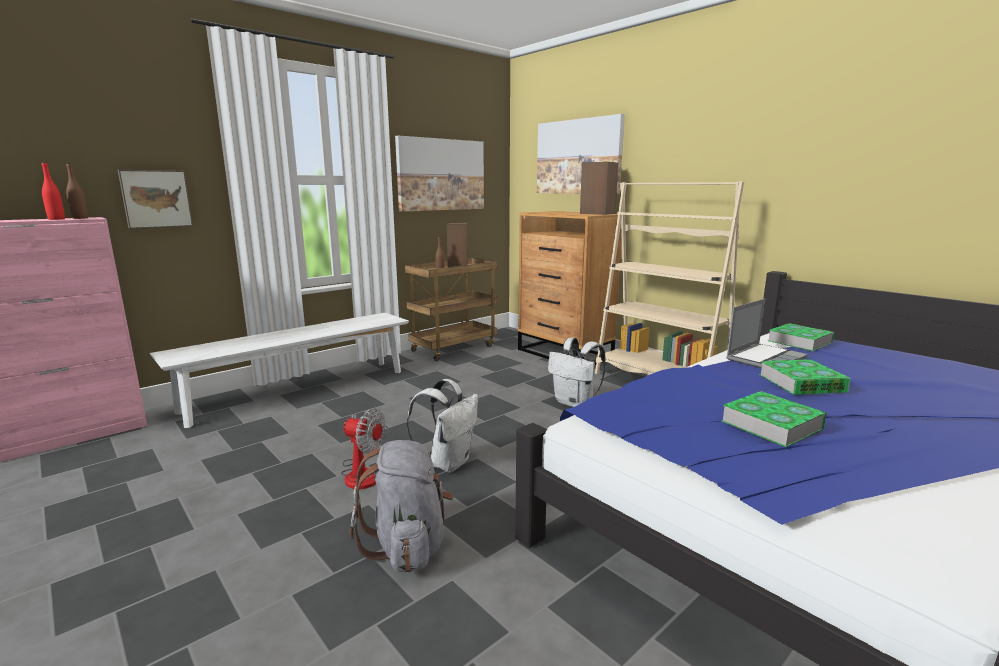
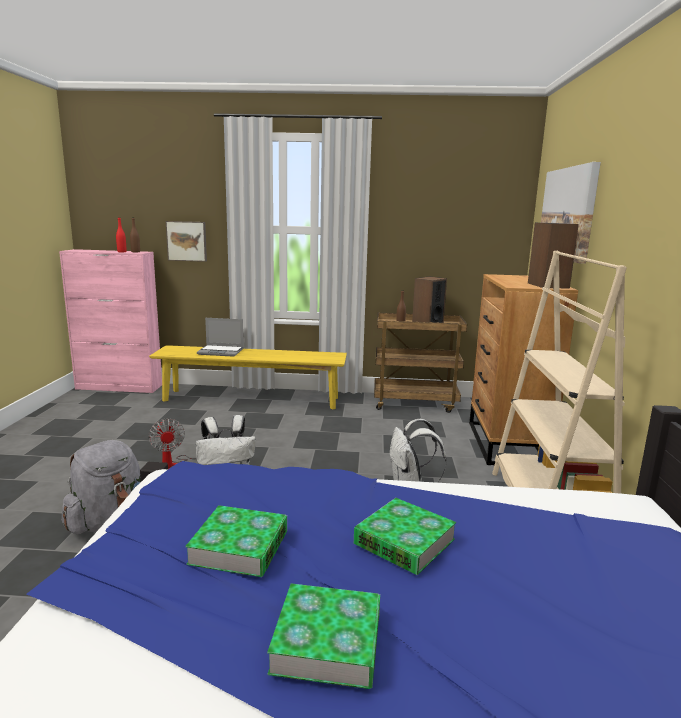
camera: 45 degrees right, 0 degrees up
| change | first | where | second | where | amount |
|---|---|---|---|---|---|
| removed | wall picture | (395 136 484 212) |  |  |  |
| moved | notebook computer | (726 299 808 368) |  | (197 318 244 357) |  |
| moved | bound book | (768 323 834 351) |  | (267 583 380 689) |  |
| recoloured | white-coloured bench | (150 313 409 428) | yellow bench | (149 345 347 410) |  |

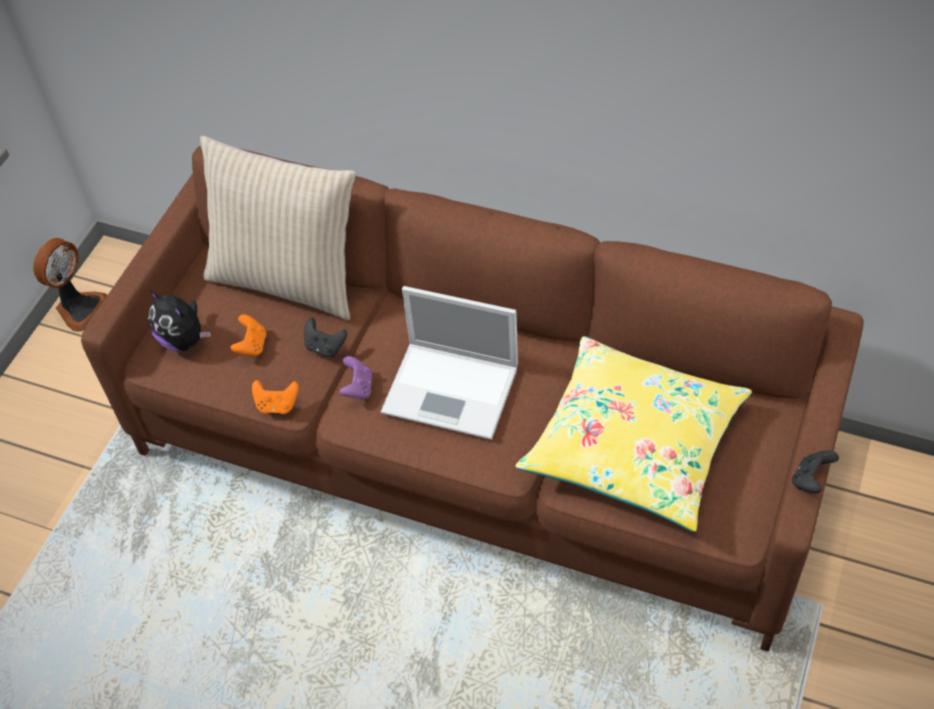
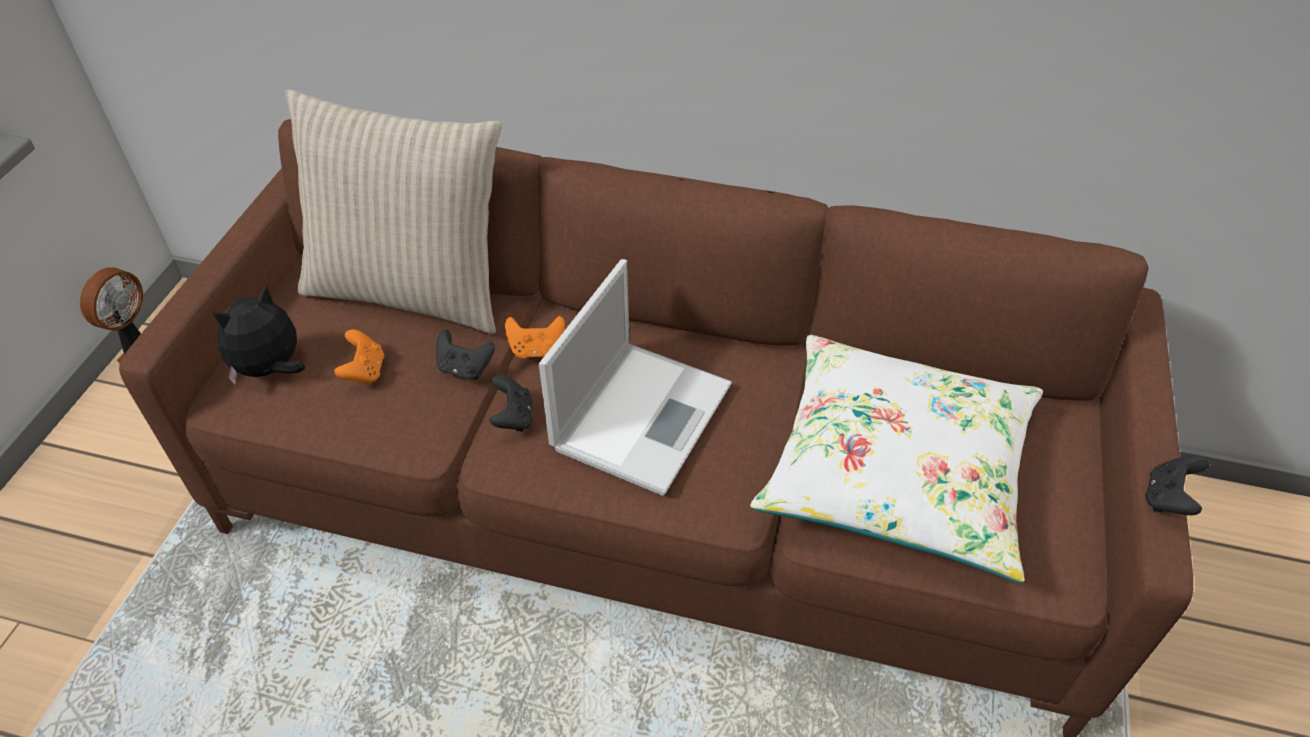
camera: 10 degrees left, 5 degrees down
| change | first | where | second | where | amount |
|---|---|---|---|---|---|
| moved | orange game controller | (252 380 299 414) |  | (505 316 565 358) |  |
| recoloured | purple game controller | (339 356 373 399) | blackish game controller | (489 375 532 432) |  |
| recoloured | yellow throw pillow | (515 336 752 532) | white-coloured throw pillow | (750 335 1043 583) |  |
| turned | soft toy | (148 290 211 352) |  | (212 284 305 385) | 105 degrees clockwise |
| turned | notebook computer | (381 286 518 440) |  | (539 259 732 496) | 75 degrees counterclockwise |

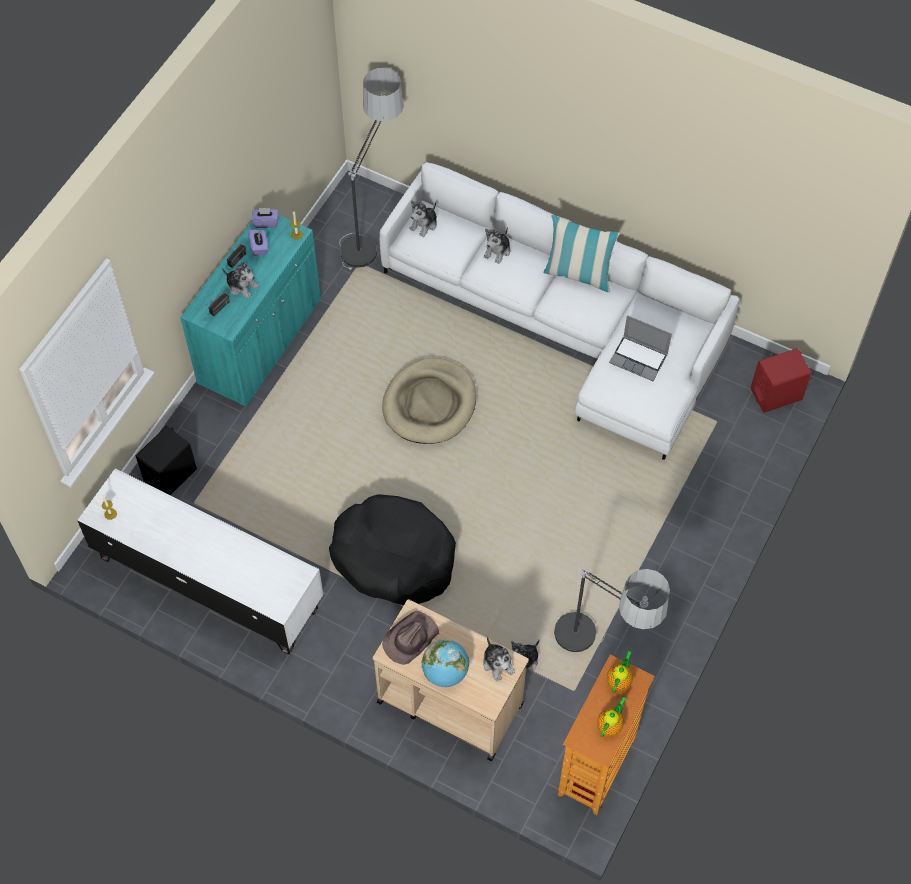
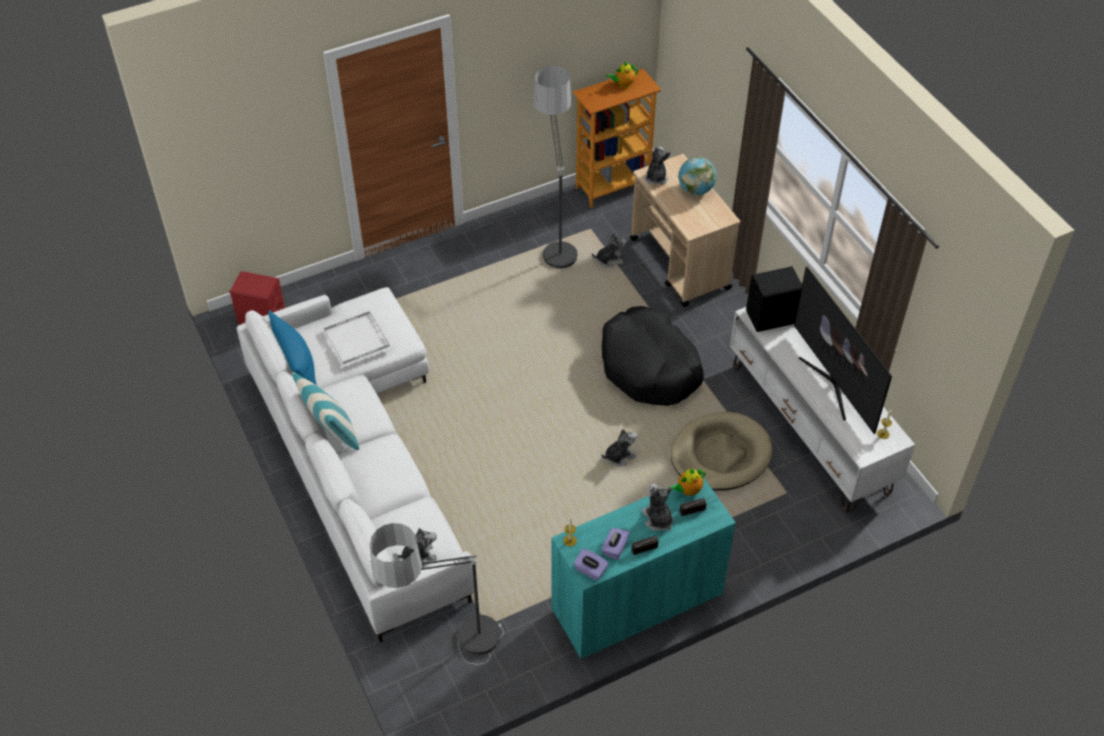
camera: 145 degrees left, 10 degrees down
| change | first | where | second | where | amount |
|---|---|---|---|---|---|
| removed | brownish hat | (382 611 439 665) |  |  |  |
| added |  |  | blue throw pillow | (268 310 317 385) |  |
| added |  |  | television | (794 267 892 434) |  |
| moved | blackish audio speaker | (135 426 197 495) |  | (746 266 802 332) |  |
| moved | beige-coloured dog cushion | (382 358 476 444) |  | (671 412 772 491) |  |
| moved | soft toy | (484 227 510 264) |  | (601 429 638 466) |  |
| moved | teapot | (607 651 633 693) |  | (669 469 706 496) |  |
| replaced | notebook computer | (609 315 672 381) | white-coloured tray | (320 310 394 368) |  |

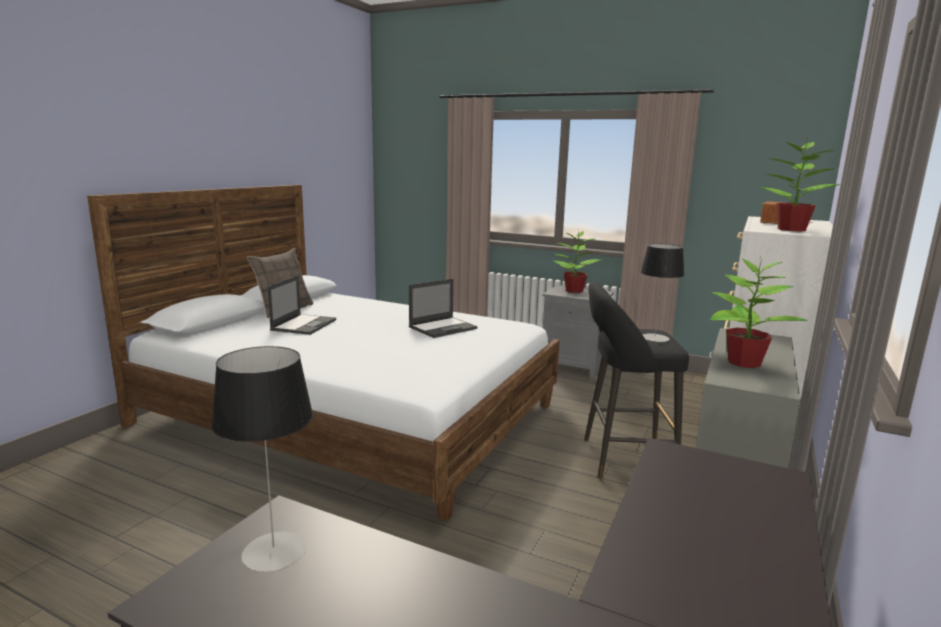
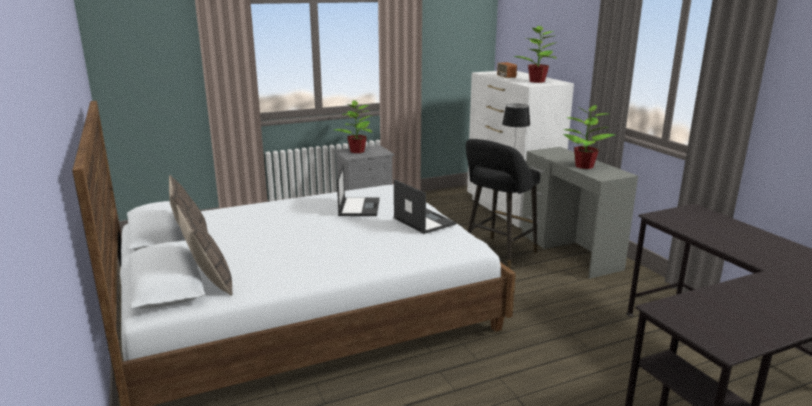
camera: 50 degrees left, 5 degrees up
| change | first | where | second | where | amount |
|---|---|---|---|---|---|
| removed | tabletop lamp | (211 346 313 572) |  |  |  |
| added |  |  | throw pillow | (177 205 233 296) |  |
| moved | notebook computer | (267 276 336 335) |  | (394 179 456 234) |  |

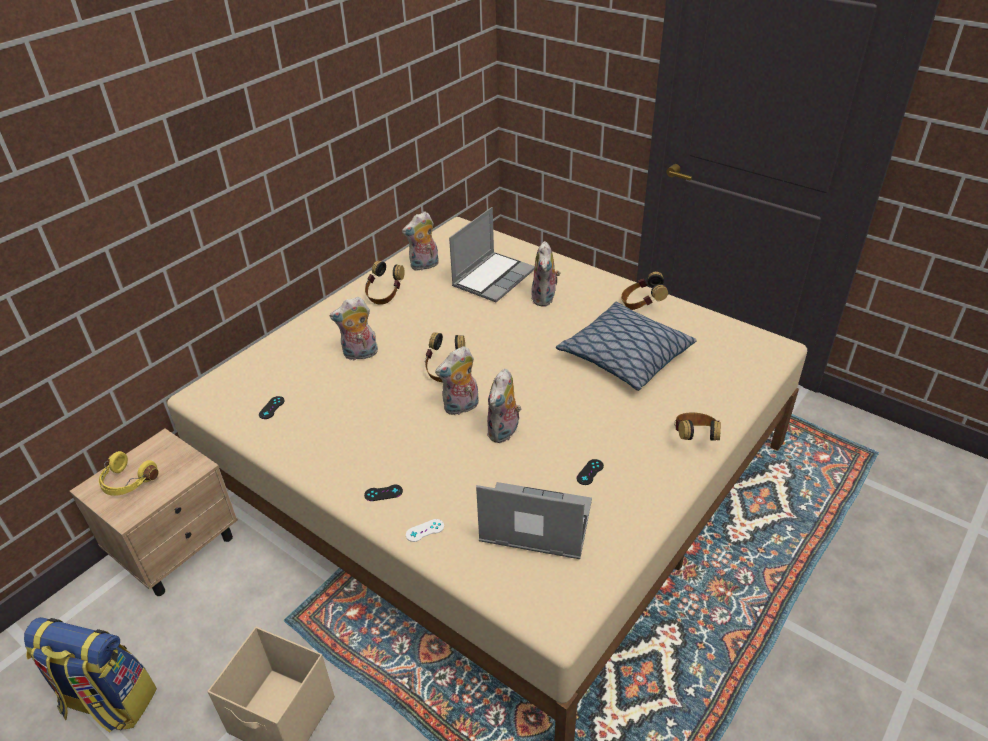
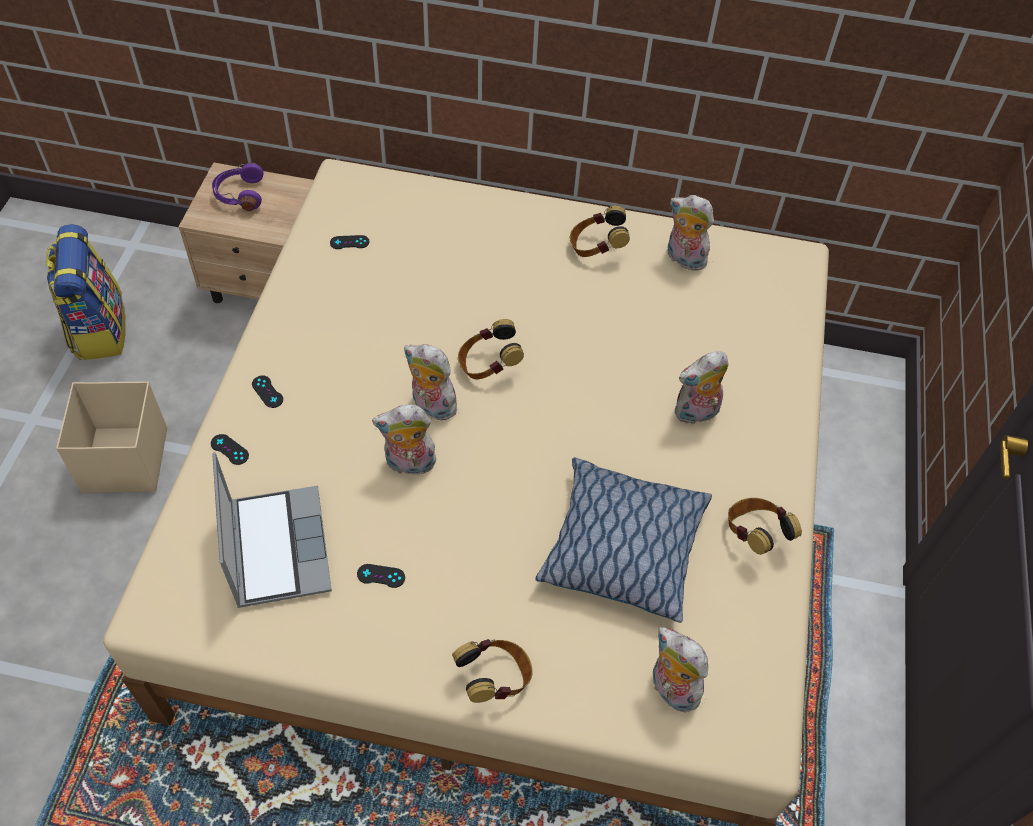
camera: 60 degrees right, 15 degrees up
| change | first | where | second | where | amount |
|---|---|---|---|---|---|
| removed | notebook computer | (449 207 535 302) |  |  |  |
| moved | soft toy | (330 297 378 360) |  | (653 627 708 713) |  |
| recoloured | yellow headphones | (99 451 159 496) | purple headphones | (212 163 264 211) |  |
| recoloured | white-coloured game controller | (406 519 444 542) | blackish game controller | (211 434 249 465) |  |

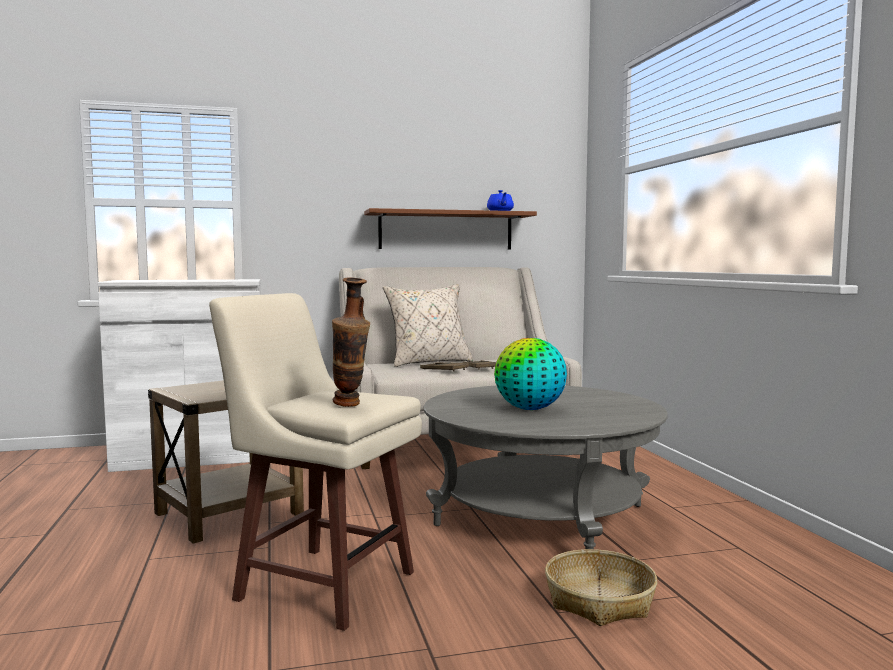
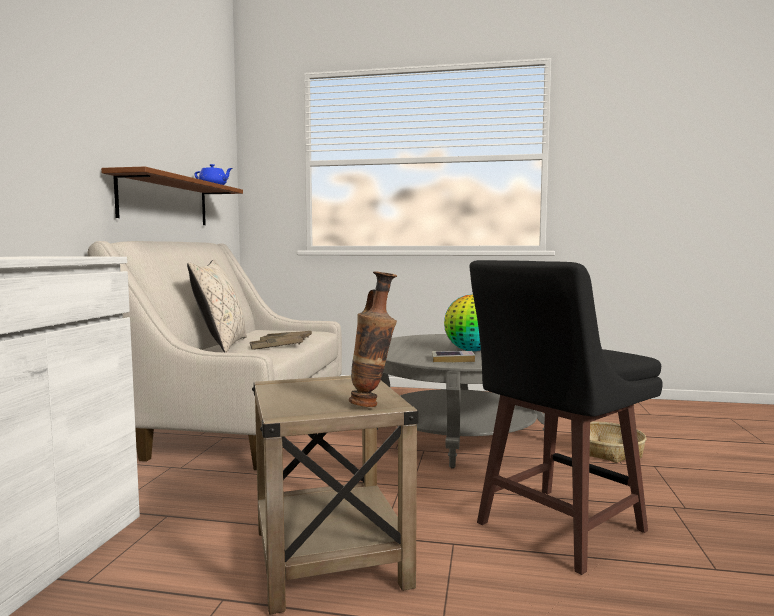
camera: 65 degrees left, 0 degrees up
| change | first | where | second | where | amount |
|---|---|---|---|---|---|
| added |  |  | bound book | (432 351 475 363) |  |
| moved | decorative vase | (332 278 370 407) |  | (349 271 397 407) |  |
| recoloured | beige-coloured stool | (209 293 422 631) | blackish stool | (469 260 663 575) |  |

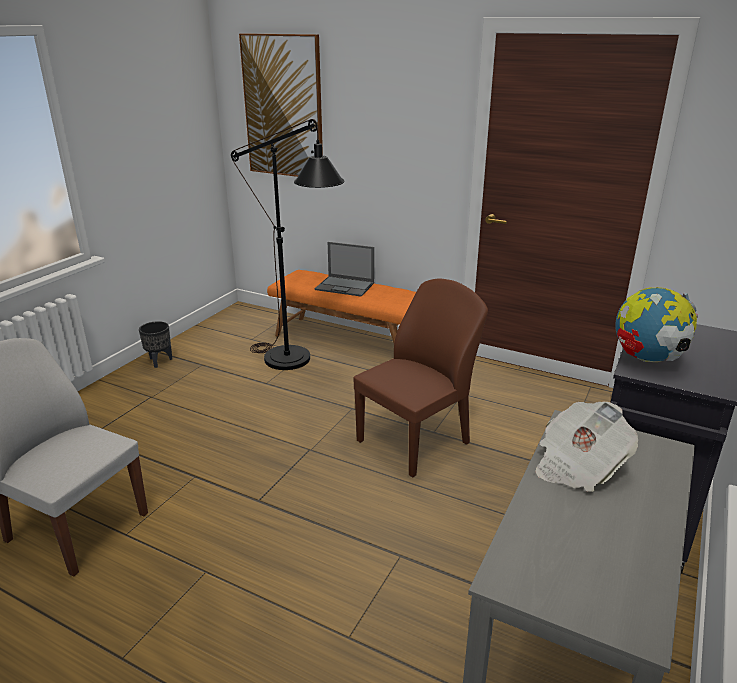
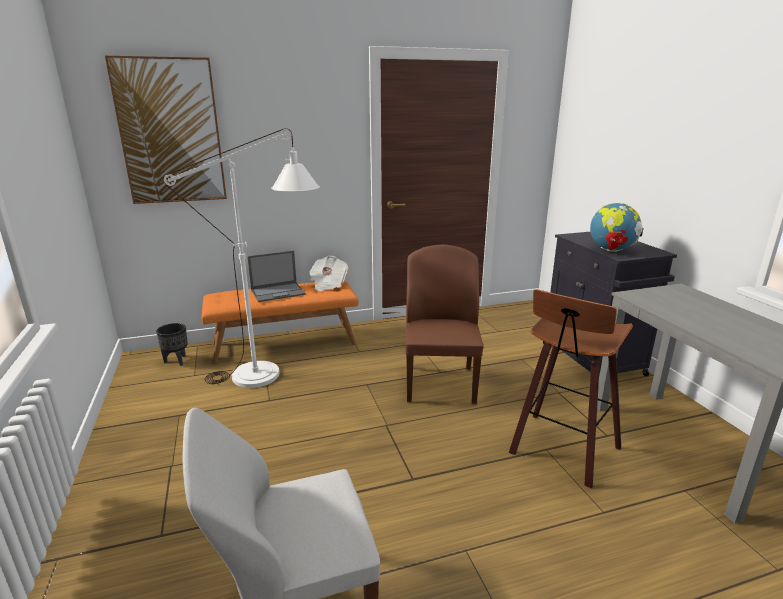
camera: 45 degrees left, 5 degrees down
| change | first | where | second | where | amount |
|---|---|---|---|---|---|
| added |  |  | stool | (509 289 633 489) |  |
| moved | blackish plant pot | (139 321 172 368) |  | (156 323 188 366) |  |
| moved | daily paper | (535 401 638 492) |  | (309 256 349 291) |  |
| recoloured | blackish floor lamp | (231 119 344 370) | white-coloured floor lamp | (164 128 320 388) |  |

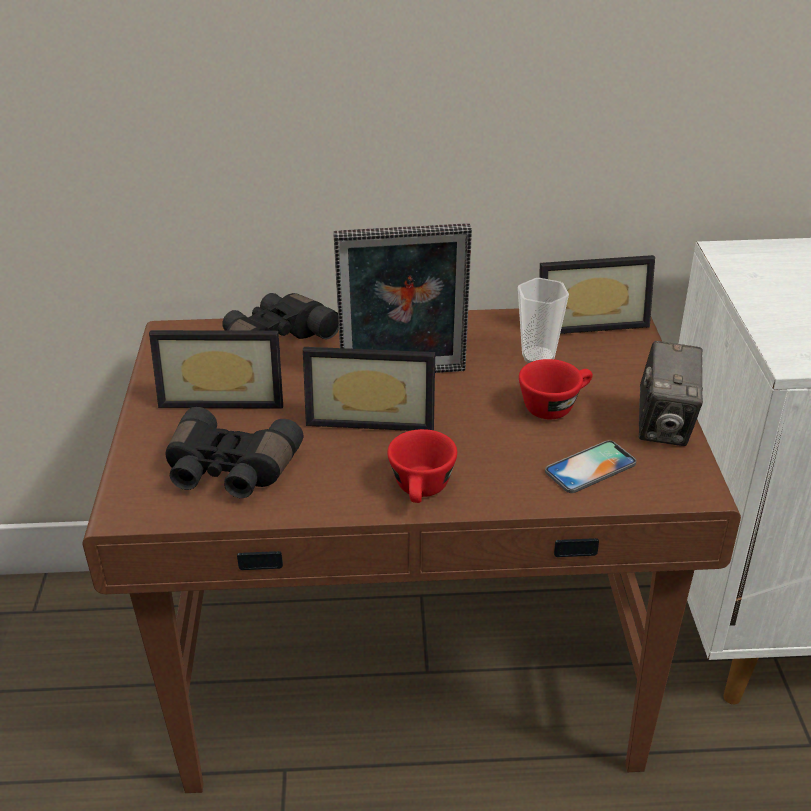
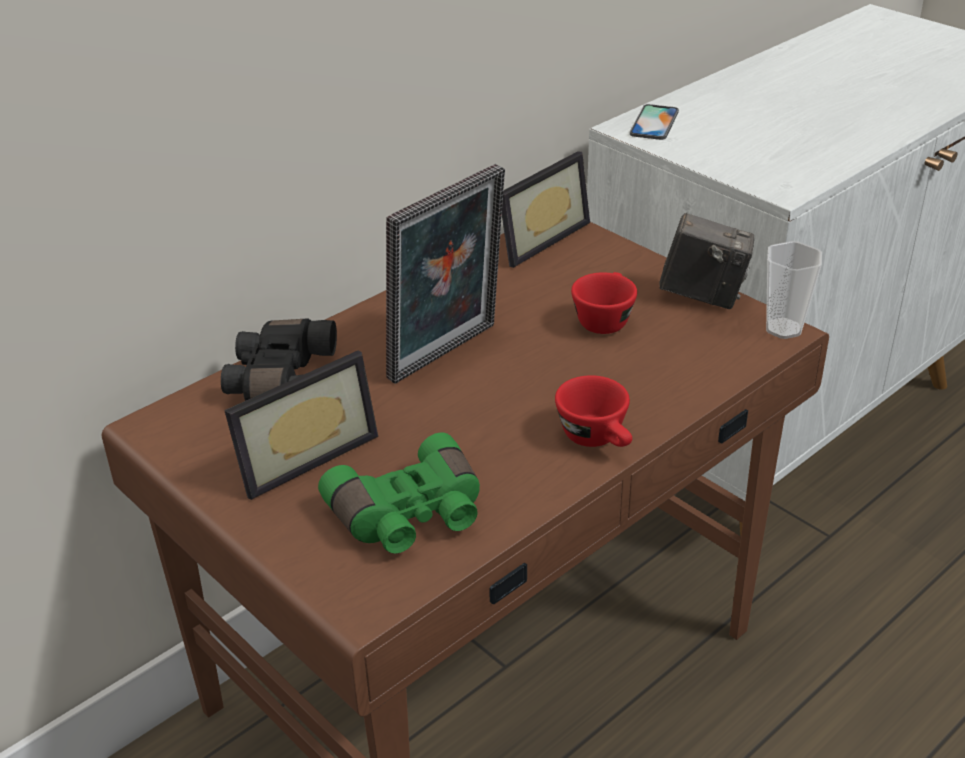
camera: 40 degrees left, 0 degrees up
| change | first | where | second | where | amount |
|---|---|---|---|---|---|
| removed | photo frame | (303 347 435 431) |  |  |  |
| moved | small cup | (518 278 569 363) |  | (766 241 822 339) |  |
| moved | phone | (545 440 636 493) |  | (630 104 679 140) |  |
| recoloured | blackish field glasses | (165 407 303 498) | green field glasses | (318 433 480 554) |  |
| turned | photo camera | (639 341 703 446) |  | (660 213 754 309) | 45 degrees counterclockwise |

